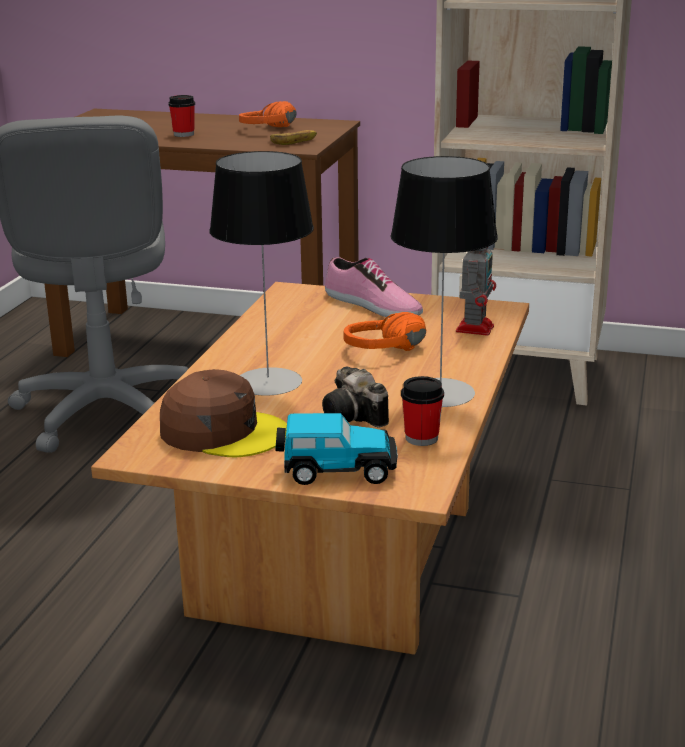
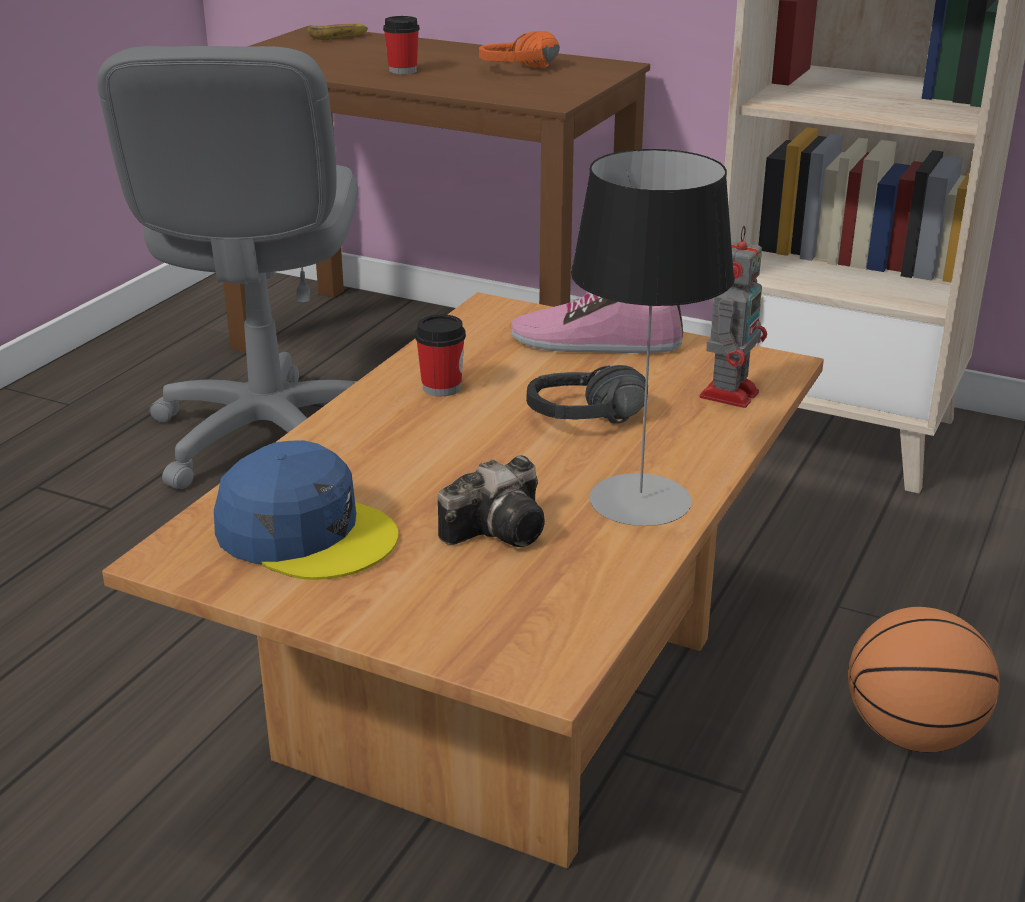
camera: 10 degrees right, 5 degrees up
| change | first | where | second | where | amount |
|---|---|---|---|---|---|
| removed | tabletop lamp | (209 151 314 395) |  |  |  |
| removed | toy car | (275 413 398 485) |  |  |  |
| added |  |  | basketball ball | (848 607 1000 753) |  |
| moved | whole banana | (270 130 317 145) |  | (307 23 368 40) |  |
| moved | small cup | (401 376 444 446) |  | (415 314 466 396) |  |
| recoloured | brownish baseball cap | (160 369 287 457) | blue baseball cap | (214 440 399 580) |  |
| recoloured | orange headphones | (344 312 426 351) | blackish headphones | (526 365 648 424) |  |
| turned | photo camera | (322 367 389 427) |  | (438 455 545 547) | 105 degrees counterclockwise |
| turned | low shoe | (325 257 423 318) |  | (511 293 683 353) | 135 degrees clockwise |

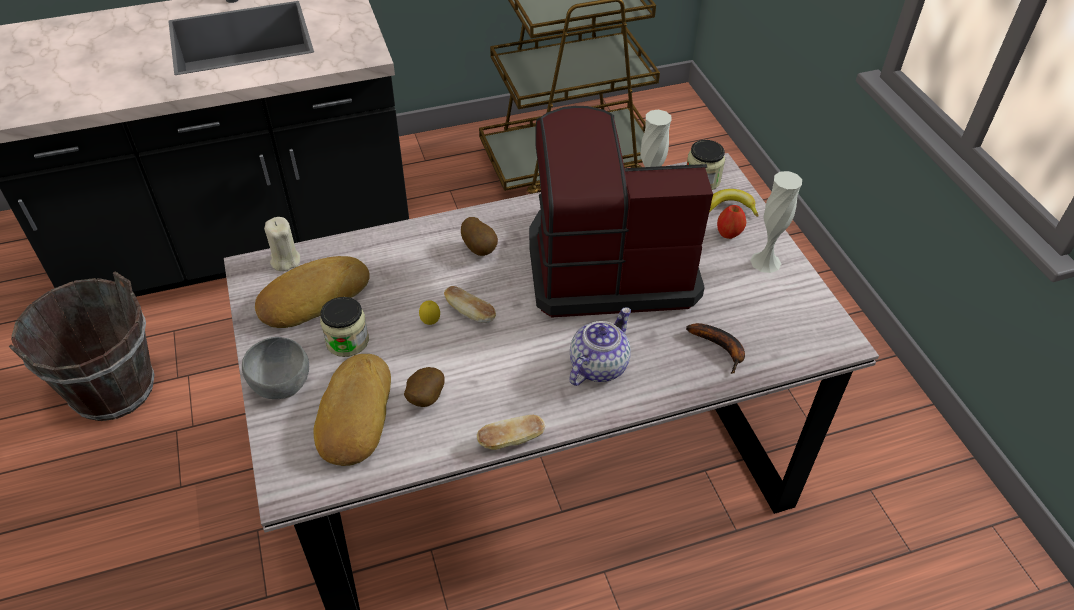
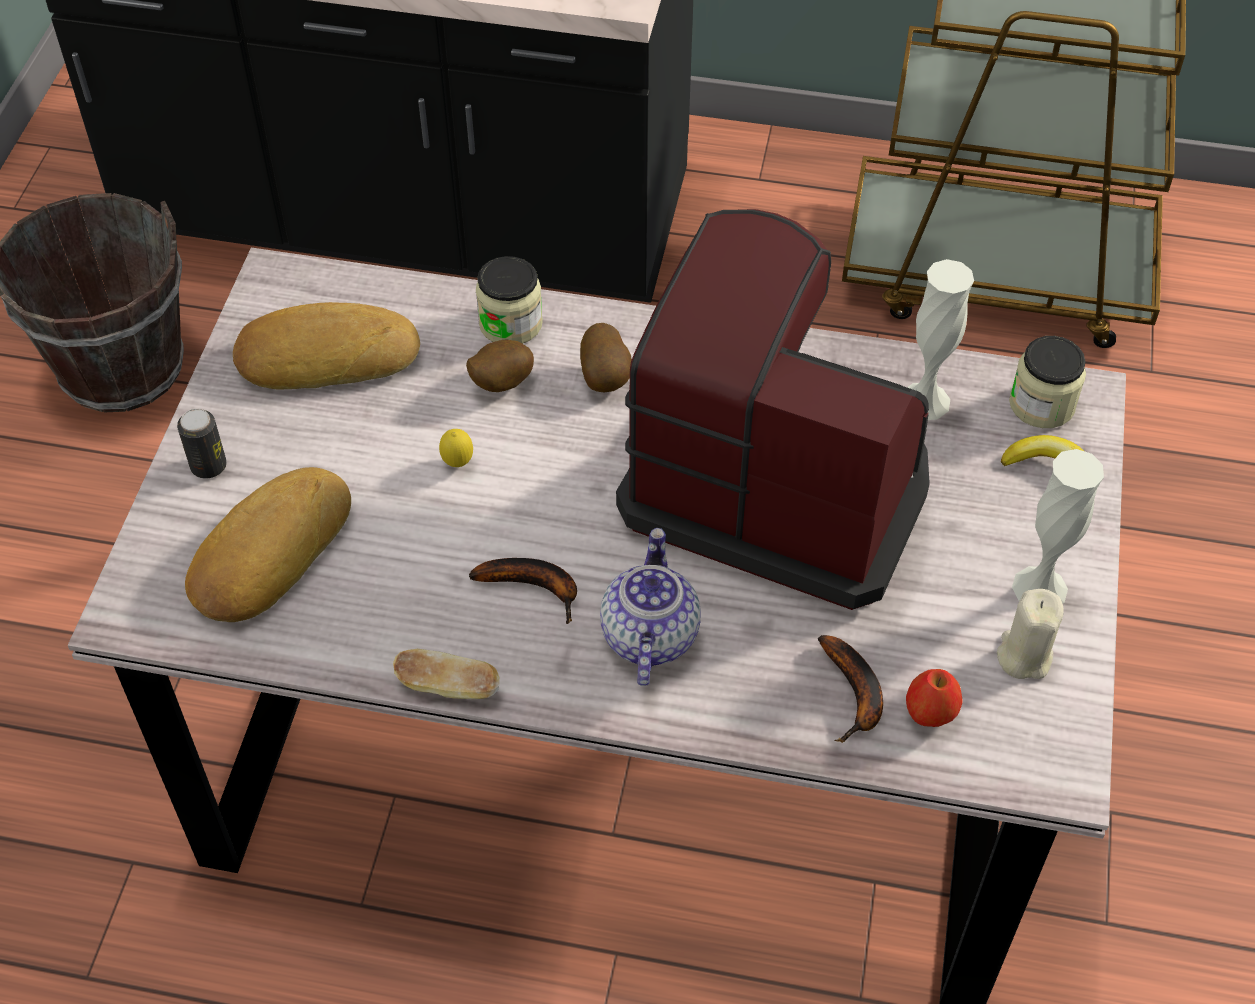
camera: 30 degrees right, 5 degrees up
| change | first | where | second | where | amount |
|---|---|---|---|---|---|
| removed | baked bread | (444 286 496 323) |  |  |  |
| added |  |  | whole banana | (469 558 577 625) |  |
| moved | beige-coloured wax candle | (264 217 300 271) |  | (997 589 1064 679) |  |
| moved | preserve jar | (320 297 369 357) |  | (476 256 543 344) |  |
| moved | potato | (404 367 445 407) |  | (466 339 534 392) |  |
| moved | apple fruit | (717 205 746 239) |  | (906 669 962 727) |  |
| replaced | grey deep dish | (242 337 309 399) | can | (177 409 227 478) |  |
| turned | teapot | (570 308 631 386) |  | (600 528 701 686) | 60 degrees counterclockwise |

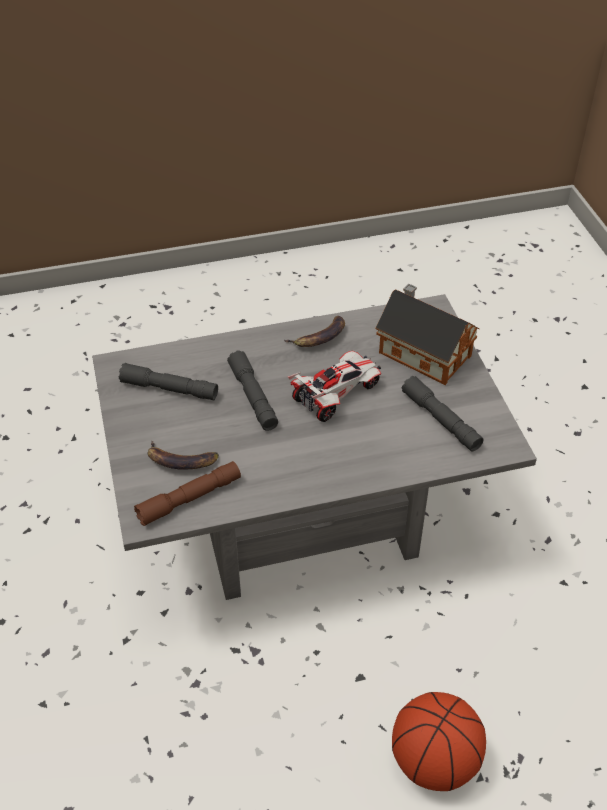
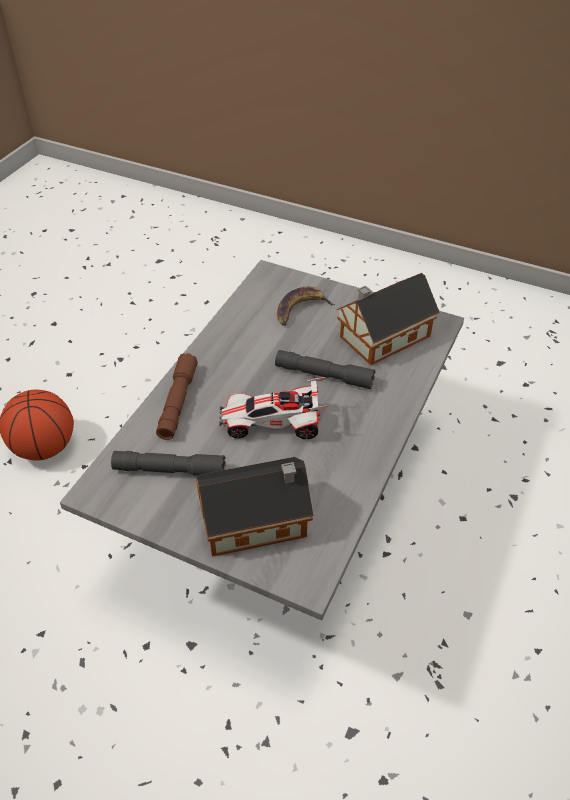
camera: 130 degrees right, 0 degrees up
| change | first | where | second | where | amount |
|---|---|---|---|---|---|
| removed | whole banana | (284 316 345 347) |  |  |  |
| moved | brownish hand torch | (134 461 241 526) |  | (156 353 198 440) |  |
| replaced | grey hand torch | (119 363 218 400) | miniature house | (336 273 439 365) |  |
| turned | toy car | (288 351 381 422) |  | (219 377 328 439) | 90 degrees clockwise |

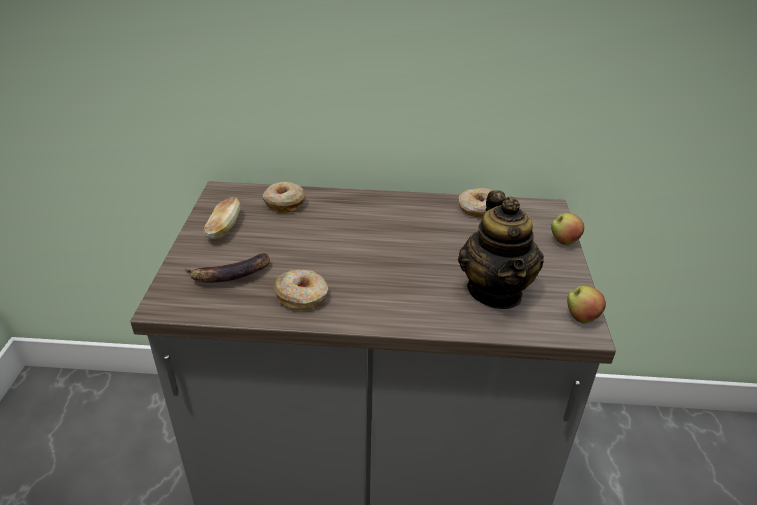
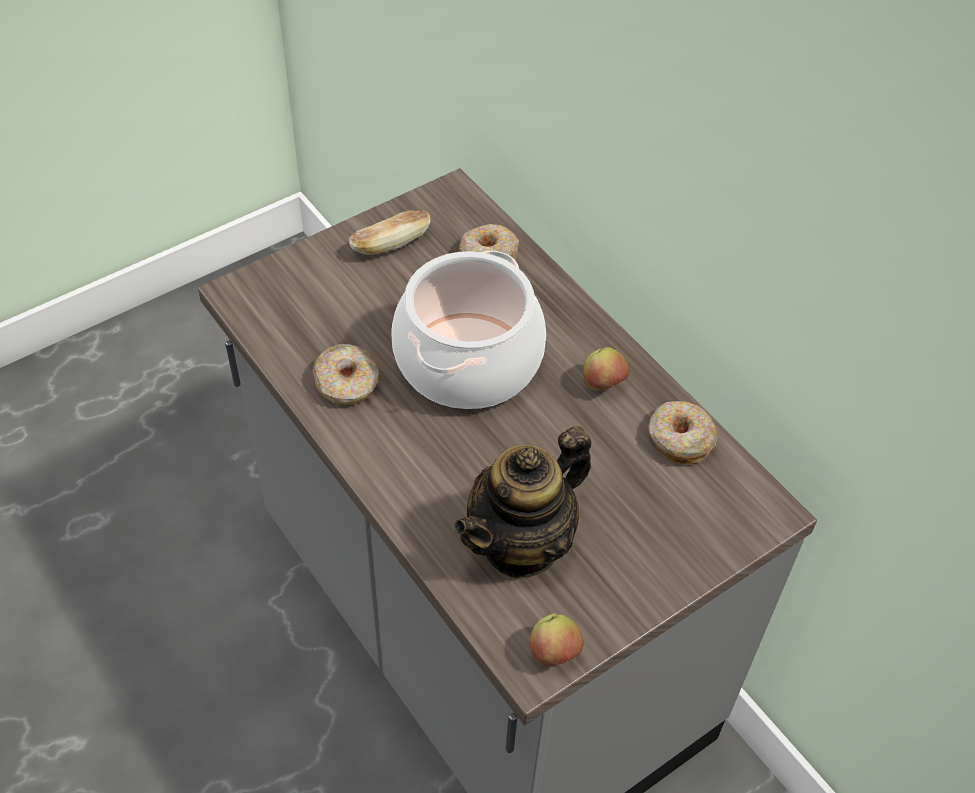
camera: 50 degrees right, 15 degrees up
| change | first | where | second | where | amount |
|---|---|---|---|---|---|
| removed | whole banana | (185 253 270 282) |  |  |  |
| added |  |  | stockpot | (391 251 546 409) |  |
| moved | apple fruit | (551 213 584 245) |  | (583 347 629 391) |  |

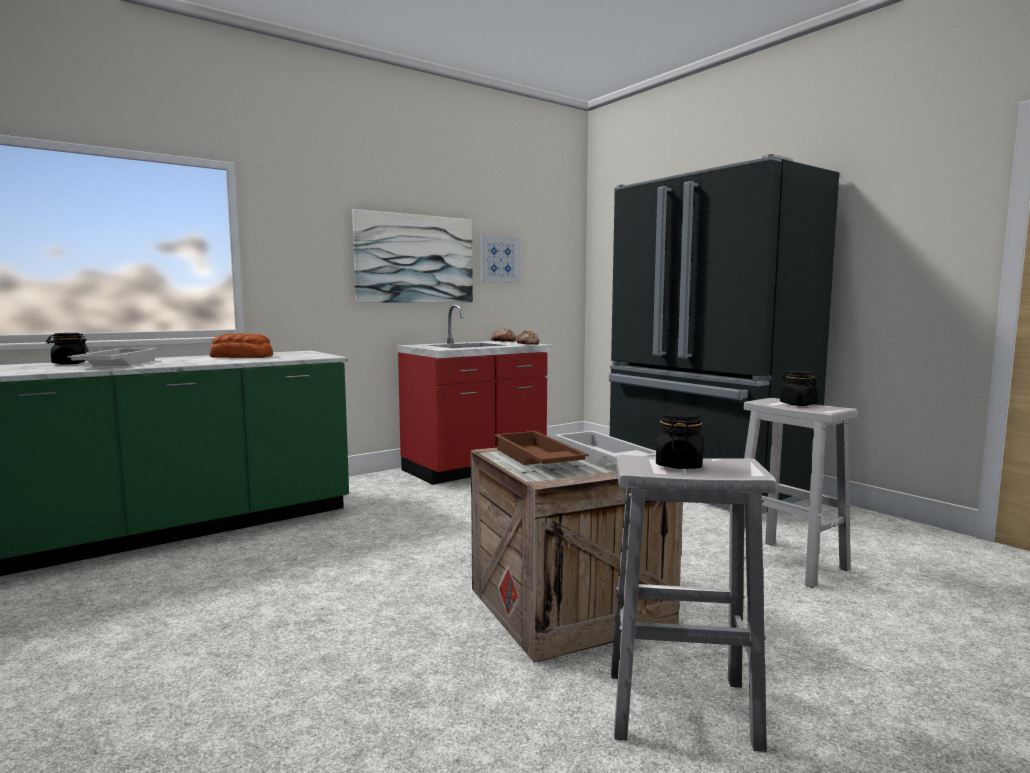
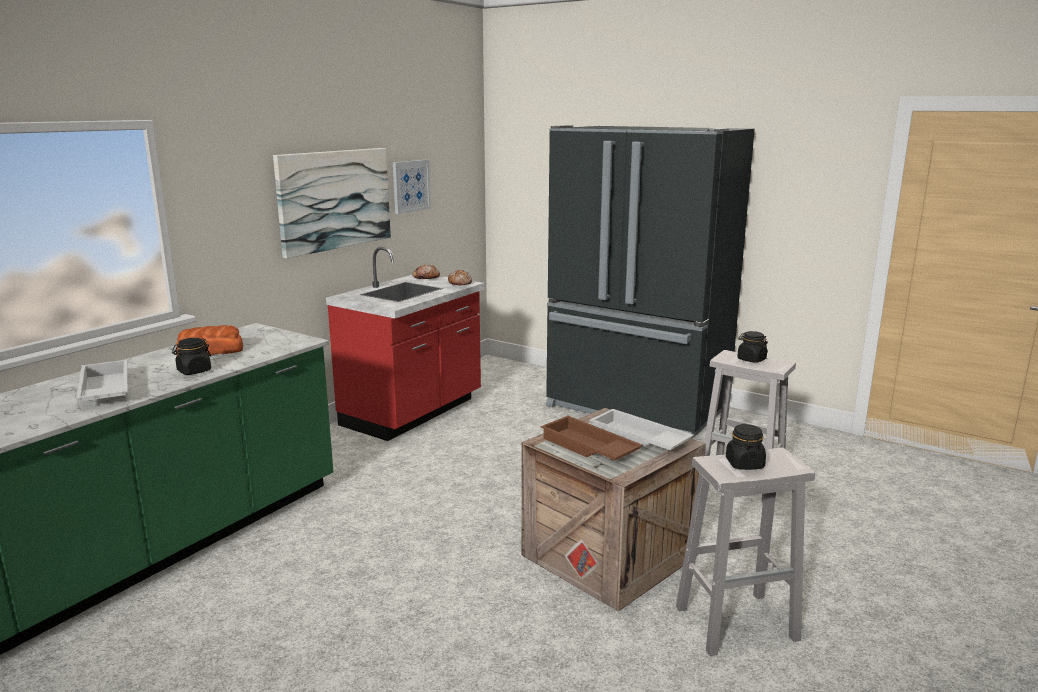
camera: 20 degrees left, 10 degrees up
| change | first | where | second | where | amount |
|---|---|---|---|---|---|
| moved | blackish preserve jar | (46 333 89 365) |  | (172 338 211 375) |  |

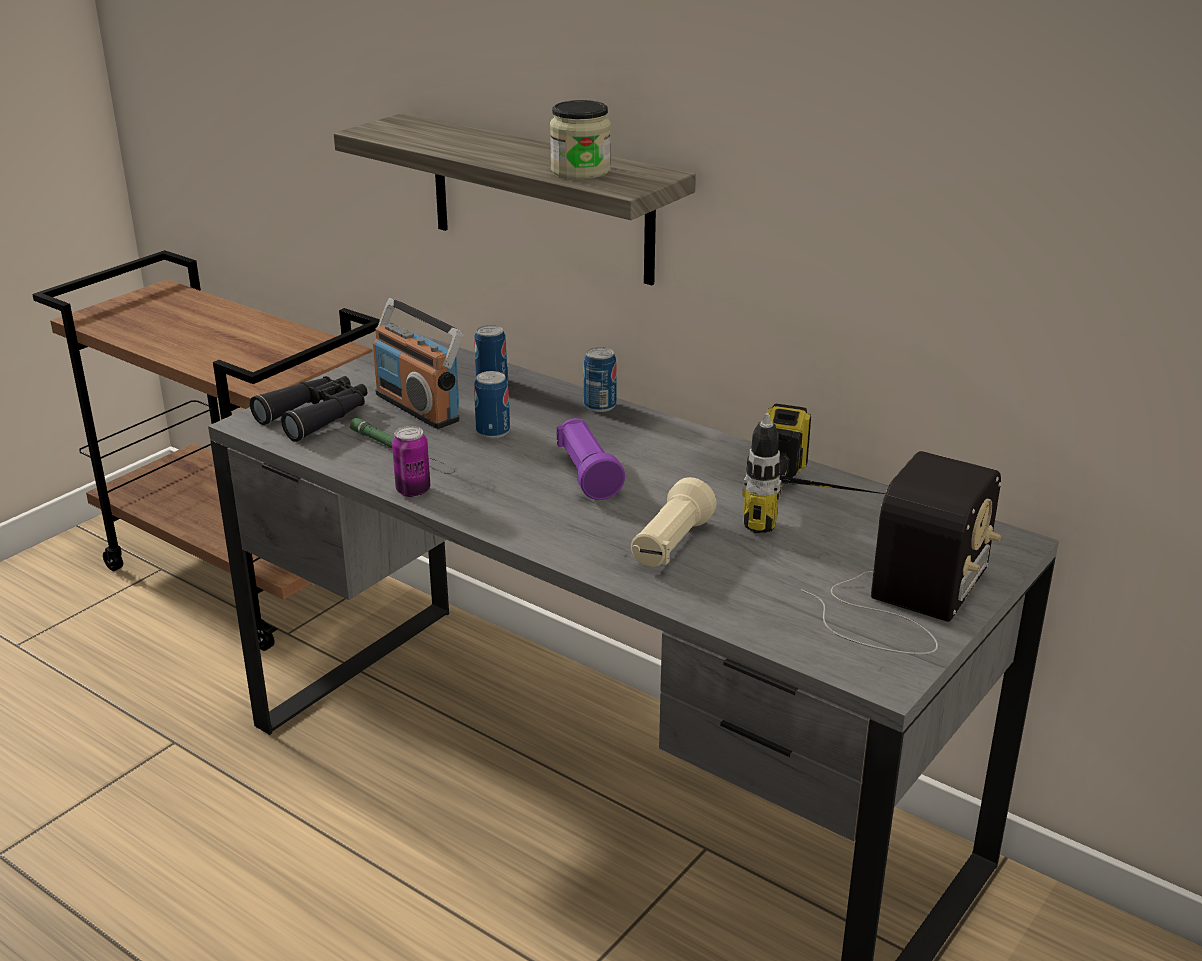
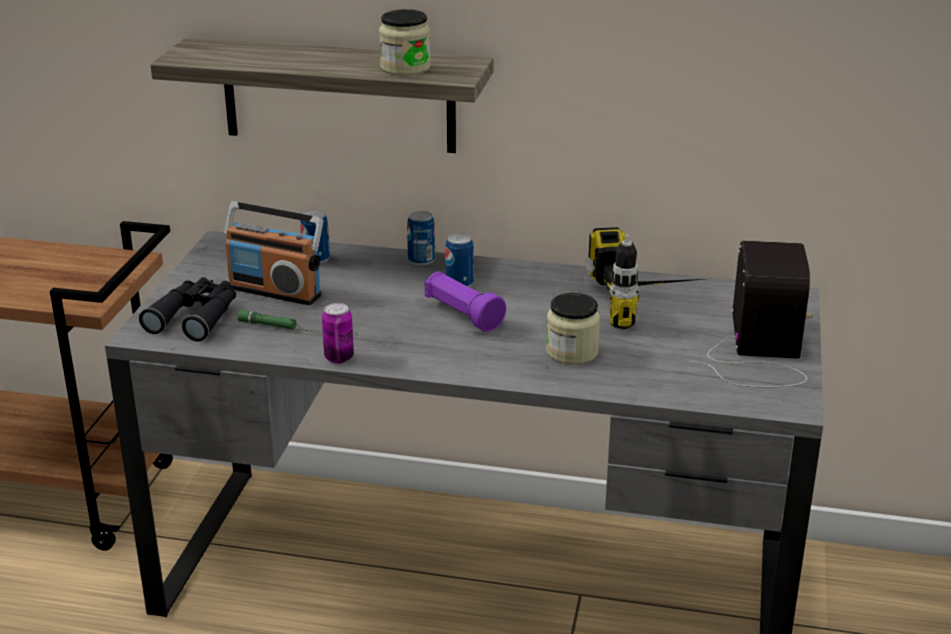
camera: 25 degrees left, 0 degrees up
| change | first | where | second | where | amount |
|---|---|---|---|---|---|
| moved | can | (474 371 510 439) |  | (445 233 474 287) |  |
| replaced | beige-coloured hand torch | (631 477 717 567) | preserve jar | (546 293 600 365) |  |

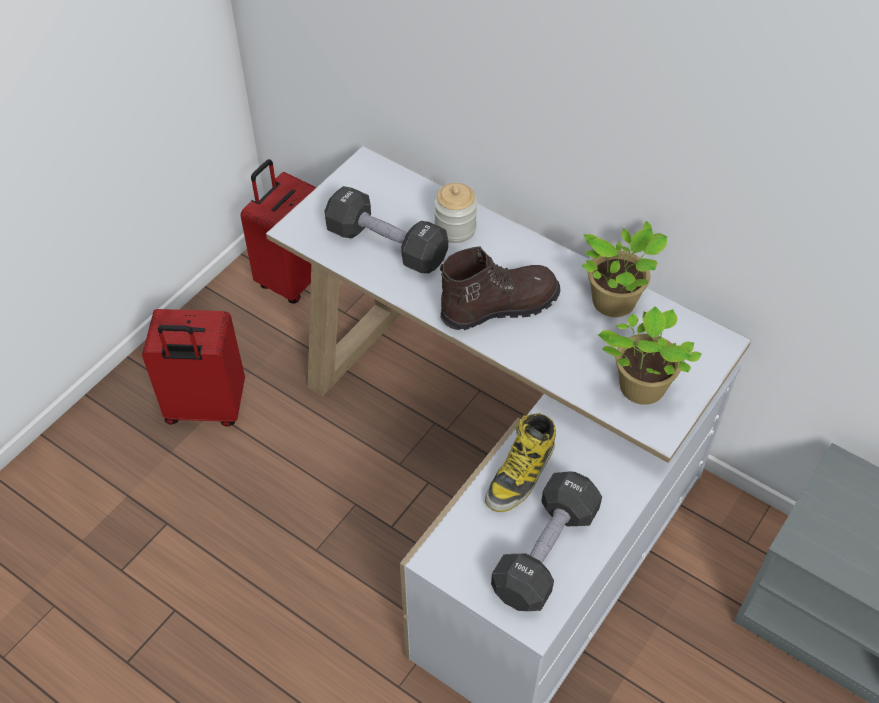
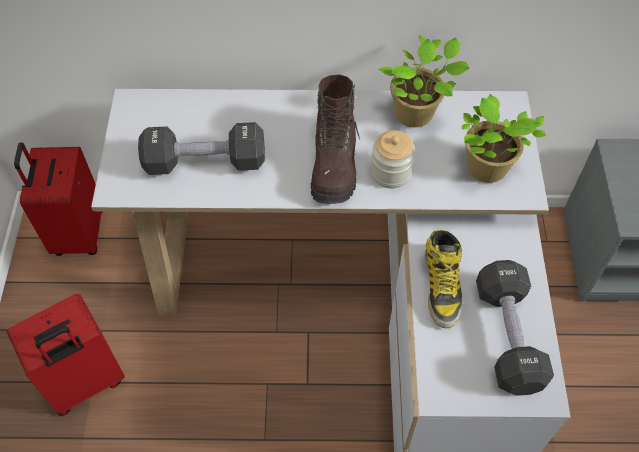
camera: 35 degrees left, 5 degrees up
| change | first | where | second | where | amount |
|---|---|---|---|---|---|
| moved | preserve jar | (434 183 477 243) |  | (371 130 415 188) |  |
| turned | brownish high-top boot | (440 246 560 330) |  | (311 74 360 204) | 150 degrees clockwise |

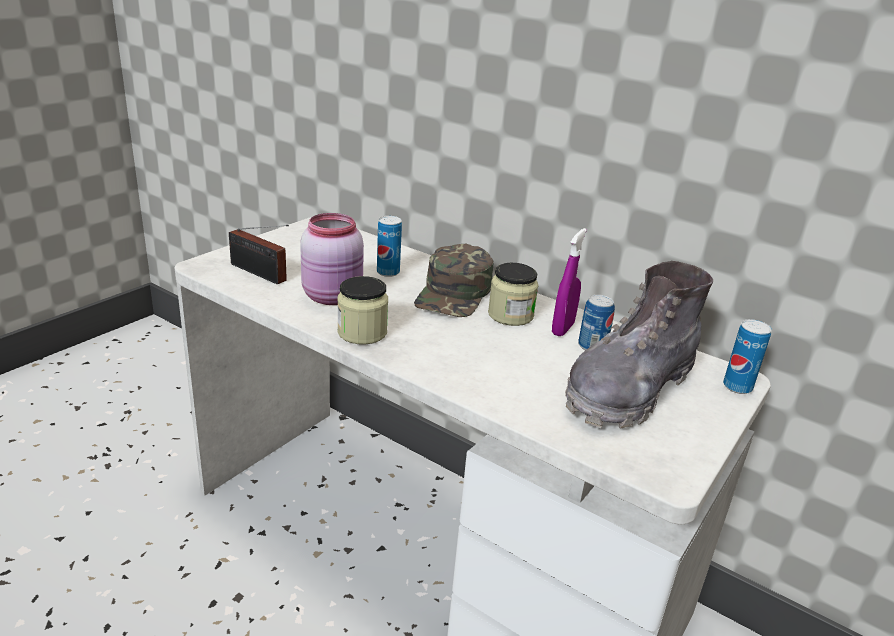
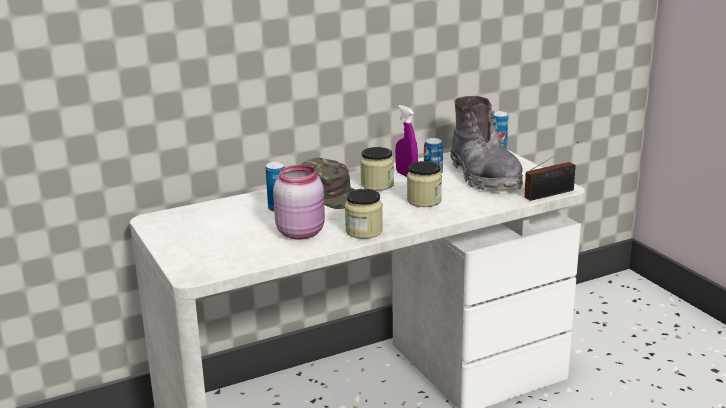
camera: 60 degrees left, 5 degrees down
| change | first | where | second | where | amount |
|---|---|---|---|---|---|
| added |  |  | preserve jar | (407 161 442 207) |  |
| moved | radio receiver | (229 225 289 284) |  | (524 142 578 201) |  |

